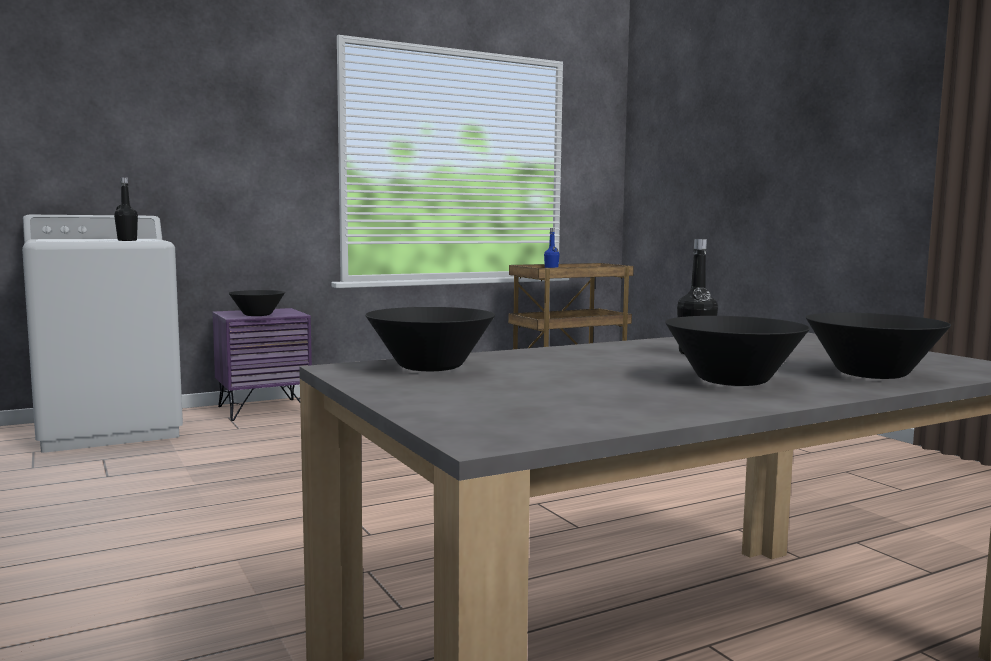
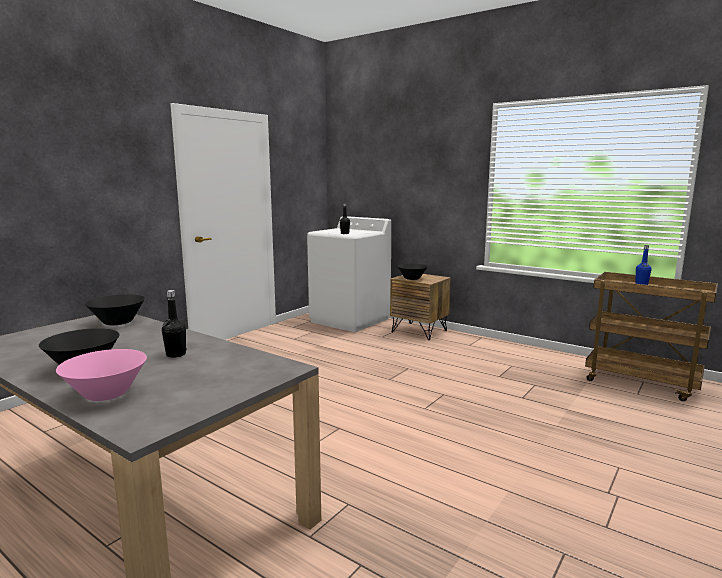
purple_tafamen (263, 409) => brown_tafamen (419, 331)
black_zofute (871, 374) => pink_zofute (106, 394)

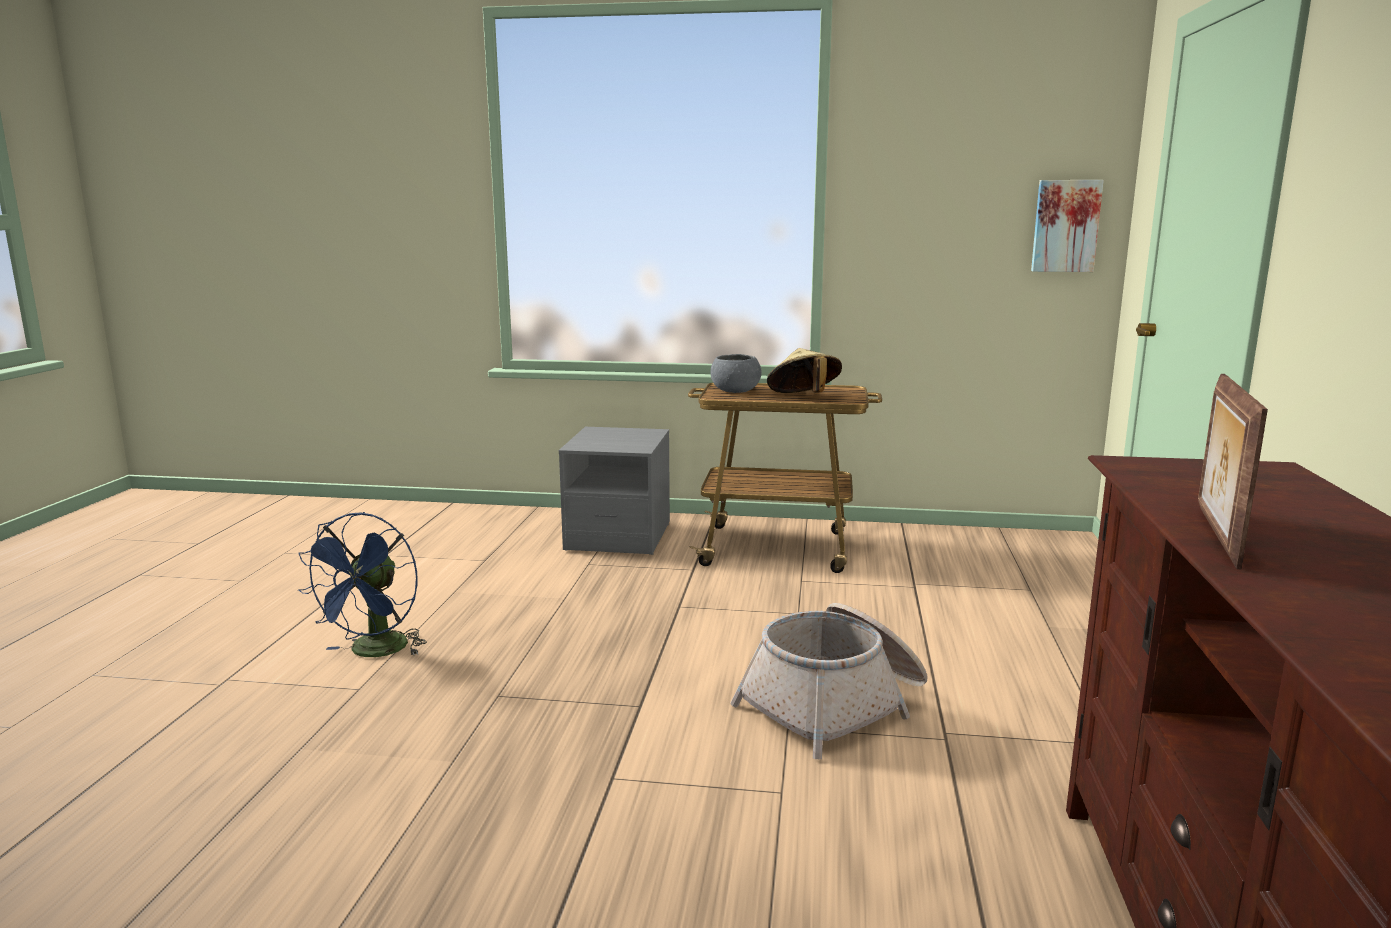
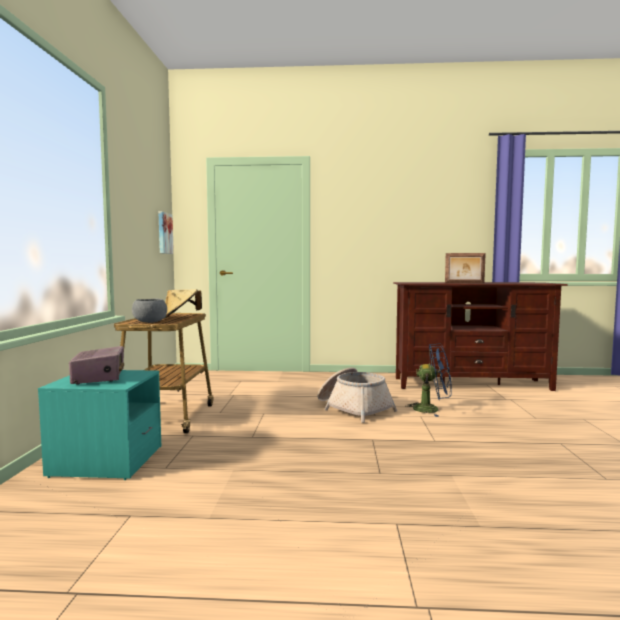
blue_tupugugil (374, 652) => blue_tupugugil (431, 409), moved
grey_tafamen (618, 537) => turquoise_tafamen (106, 461)
nothing => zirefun (99, 378)

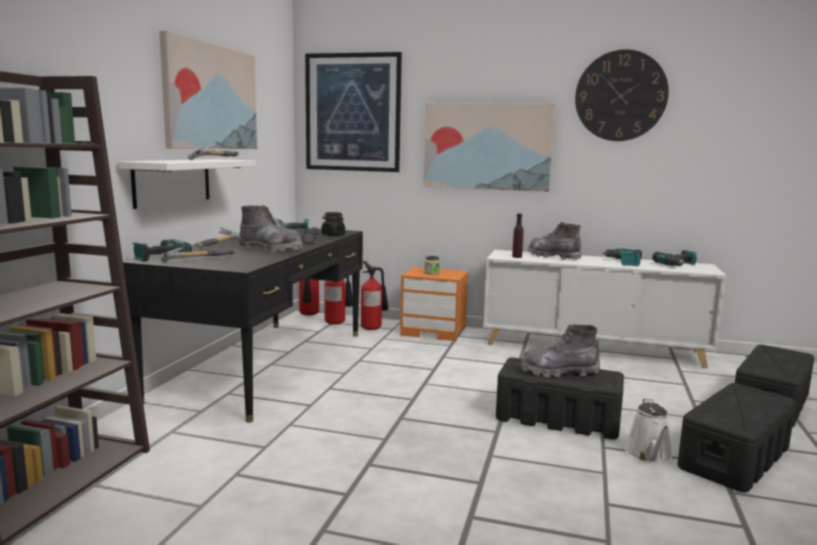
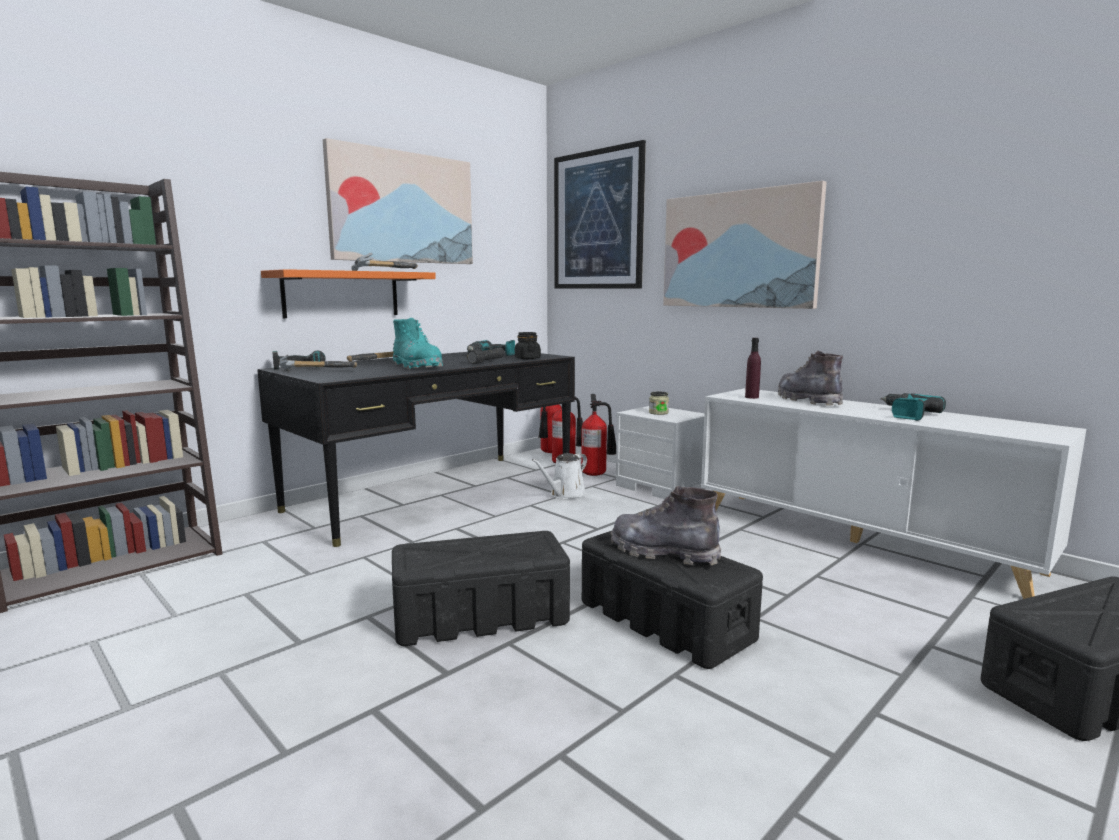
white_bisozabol (172, 182) => orange_bisozabol (342, 294)
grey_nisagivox (270, 249) => turquoise_nisagivox (417, 366)
orange_tafamen (434, 331) => white_tafamen (662, 487)
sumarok (620, 96) => nothing
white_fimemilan (649, 455) => white_fimemilan (565, 494), moved
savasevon (678, 265) => nothing
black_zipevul (734, 457) => black_zipevul (482, 616), moved

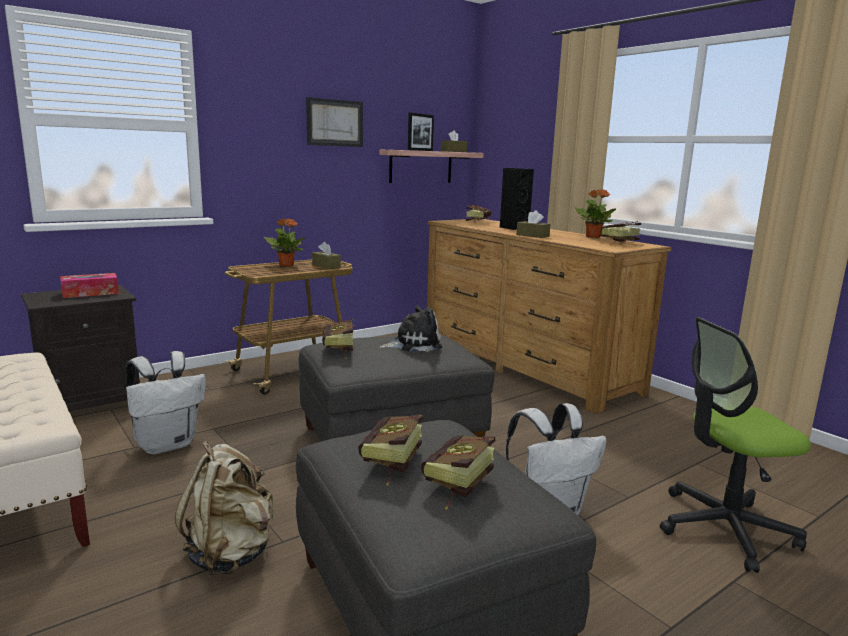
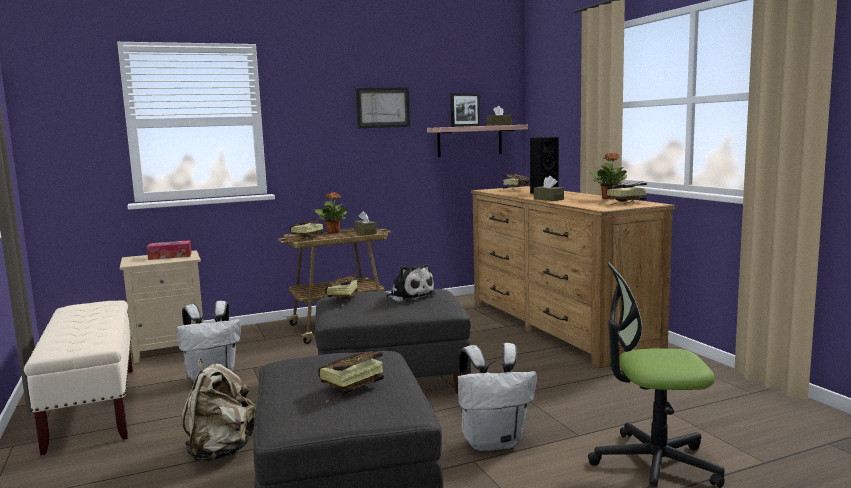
black_tafamen (92, 407) => beige_tafamen (171, 349)
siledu (389, 463) => siledu (305, 238), moved
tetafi (414, 344) => tetafi (409, 296), 45 degrees clockwise

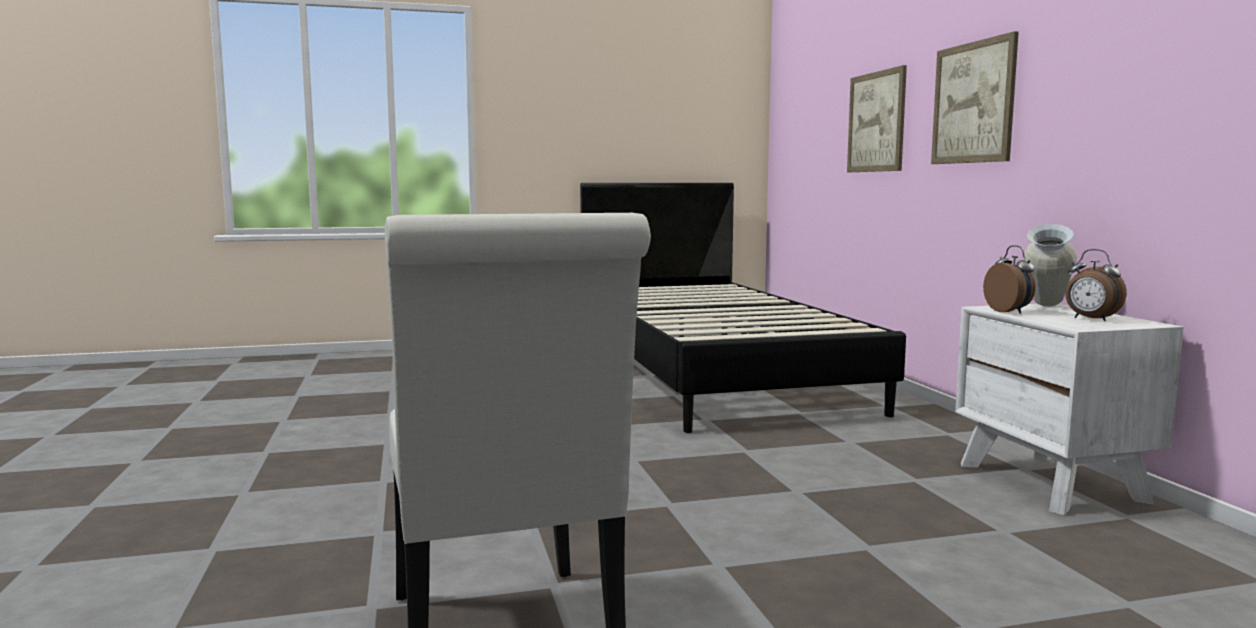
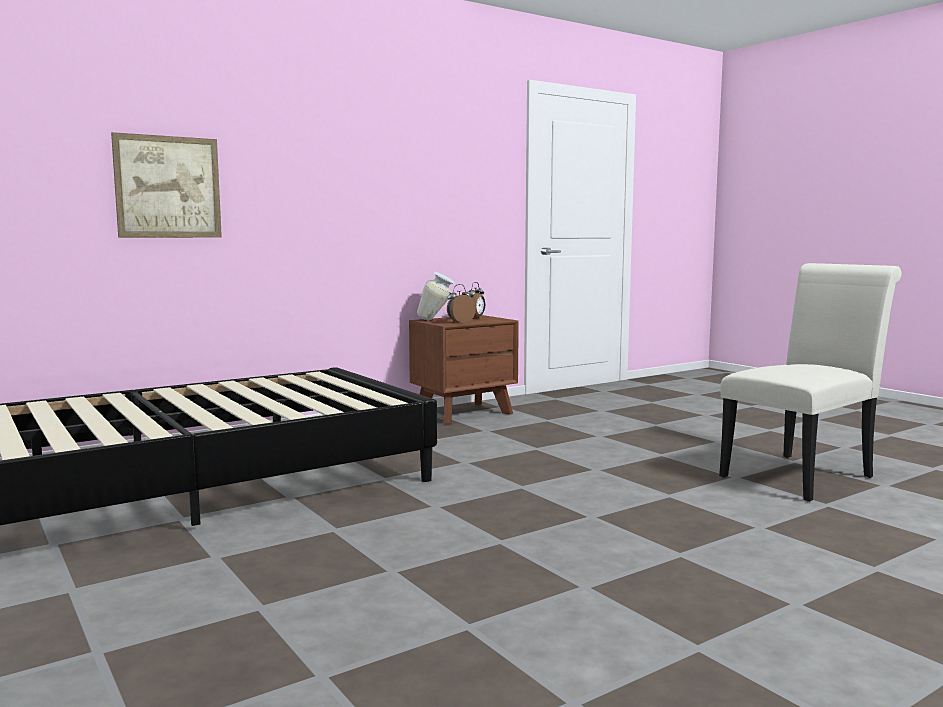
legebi (973, 103) => nothing
white_tafamen (1052, 482) => brown_tafamen (464, 413)

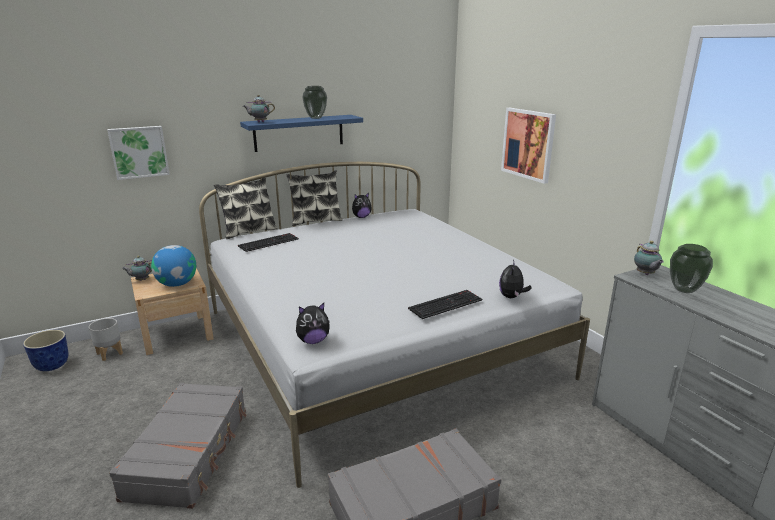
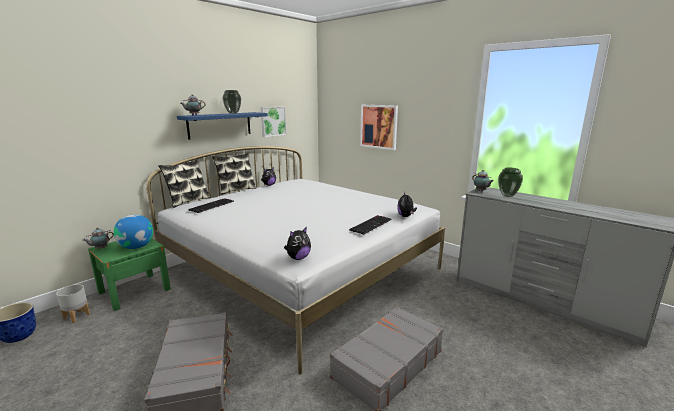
legebi (139, 152) => legebi (273, 121), moved
beige_tafamen (176, 334) => green_tafamen (134, 291)

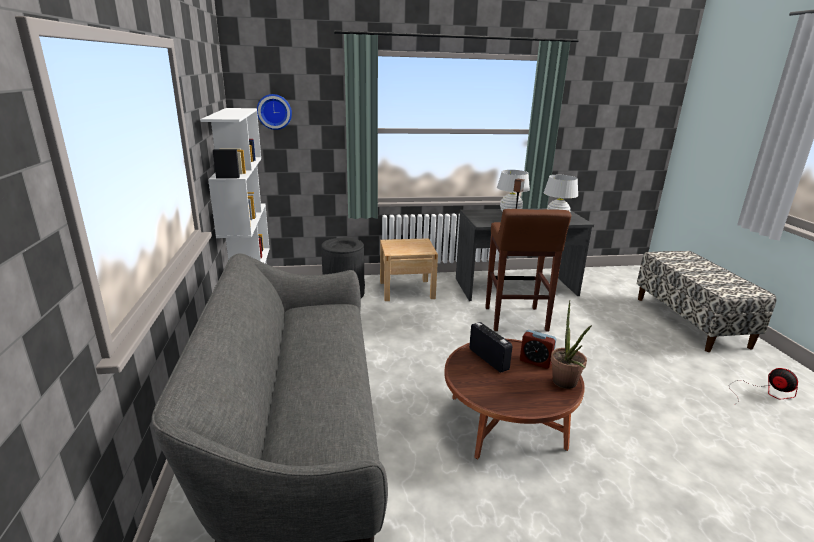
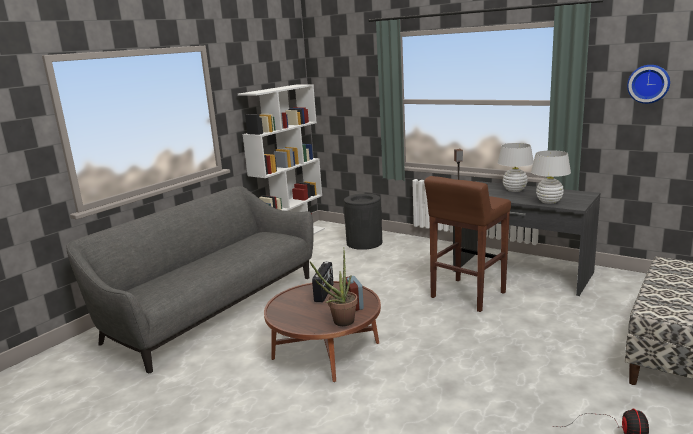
sumarok (274, 111) => sumarok (648, 83), moved
beige_tafamen (406, 290) => nothing

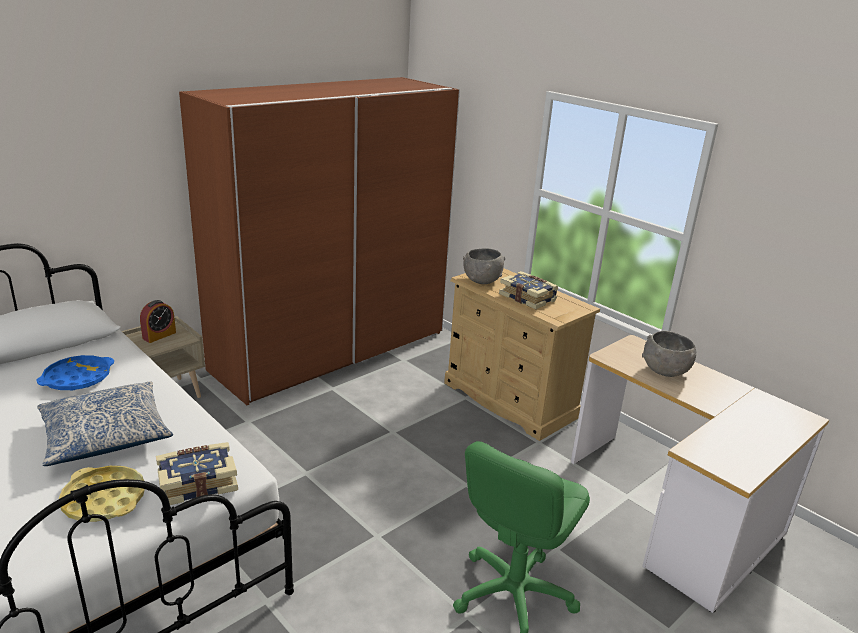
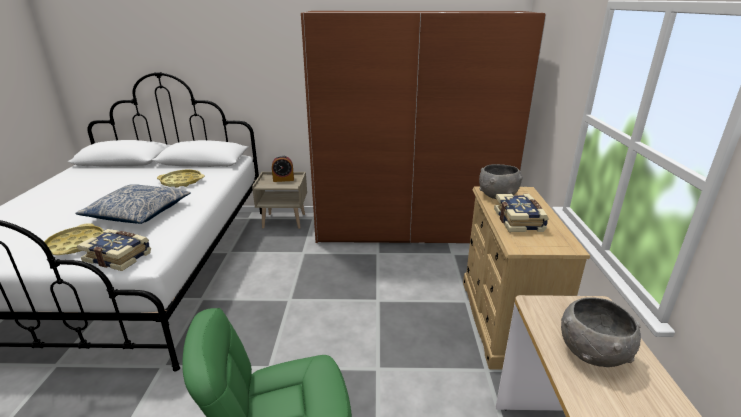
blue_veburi (77, 378) => yellow_veburi (181, 182)

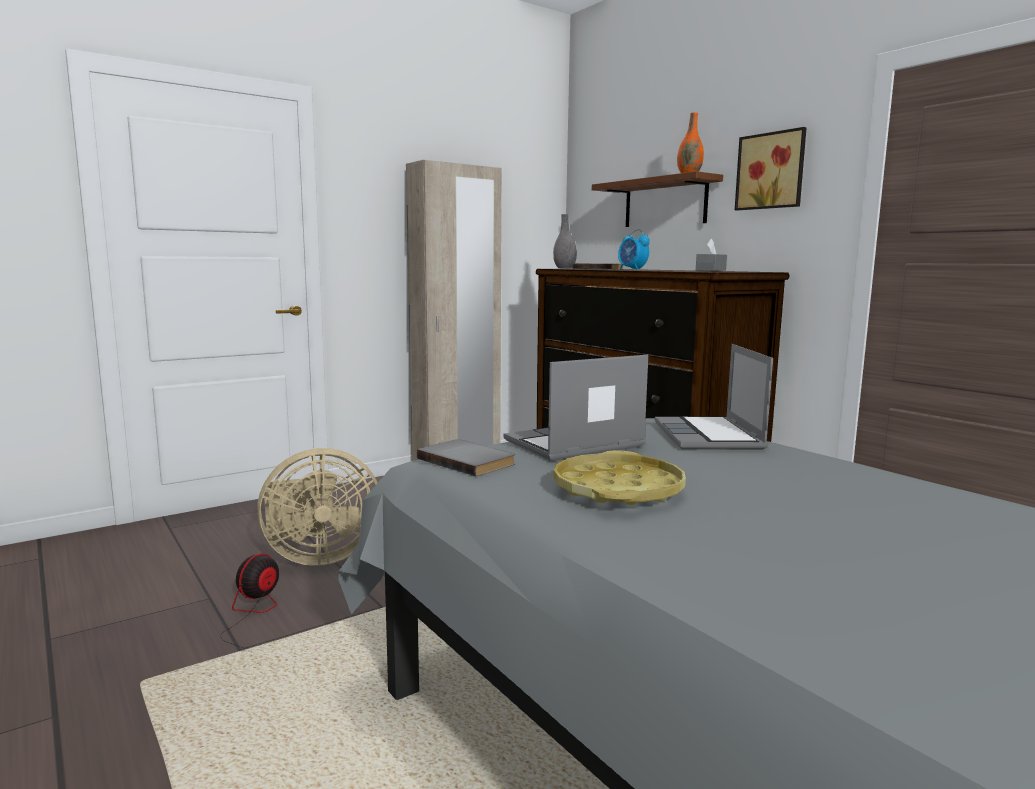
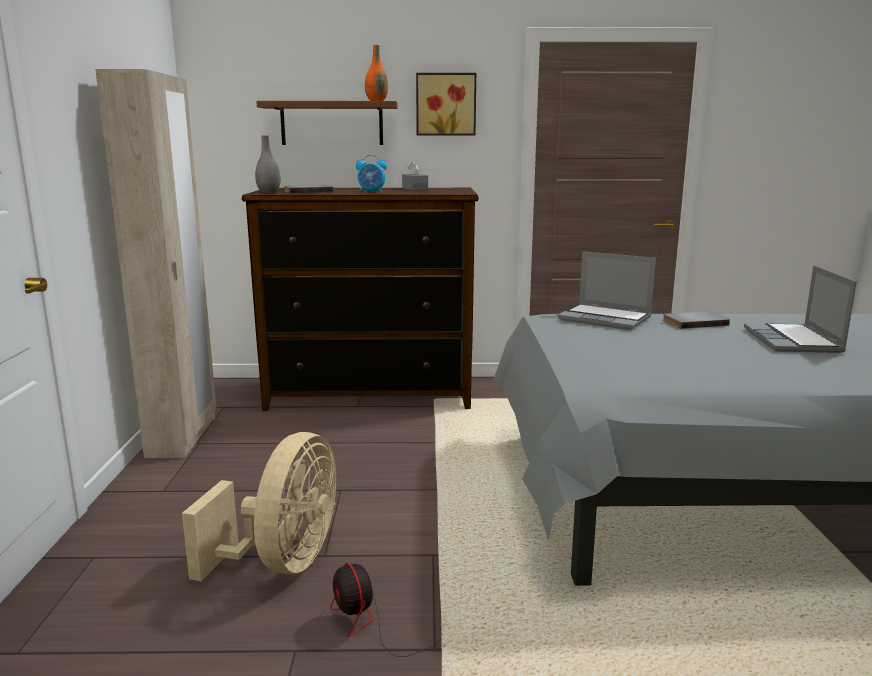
grey_siledu (468, 461) => grey_siledu (693, 322), moved
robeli (573, 445) => robeli (794, 341), moved
yellow_veburi (618, 490) => nothing

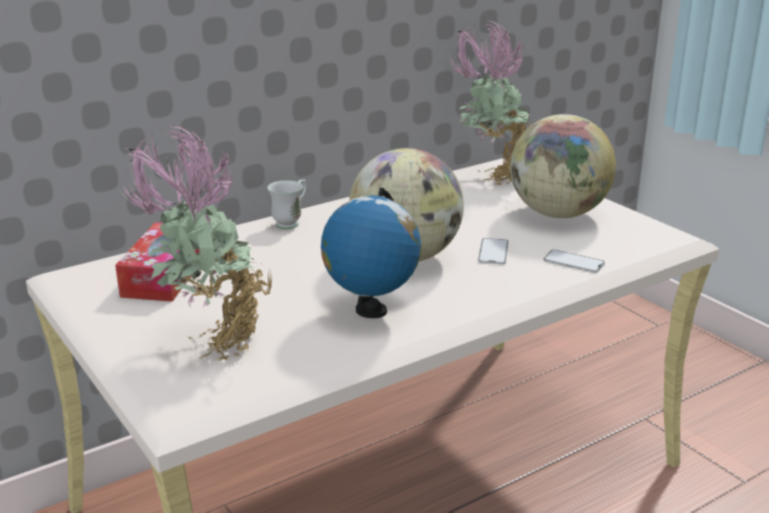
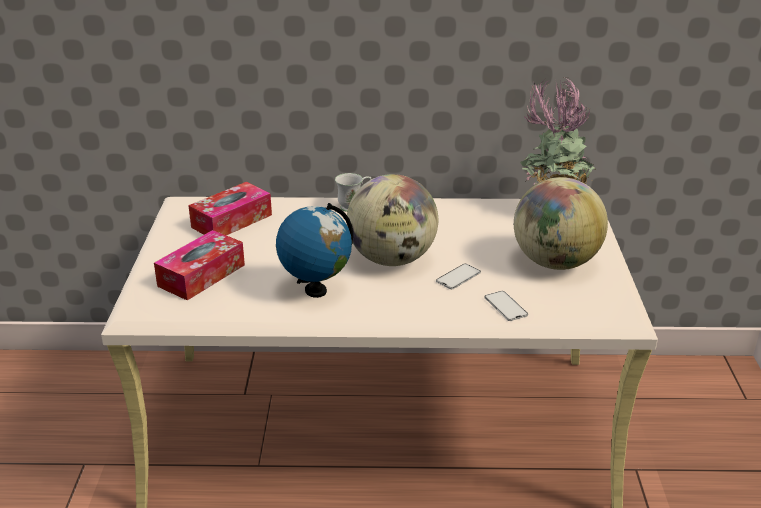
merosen (211, 341) => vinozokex (201, 275)

